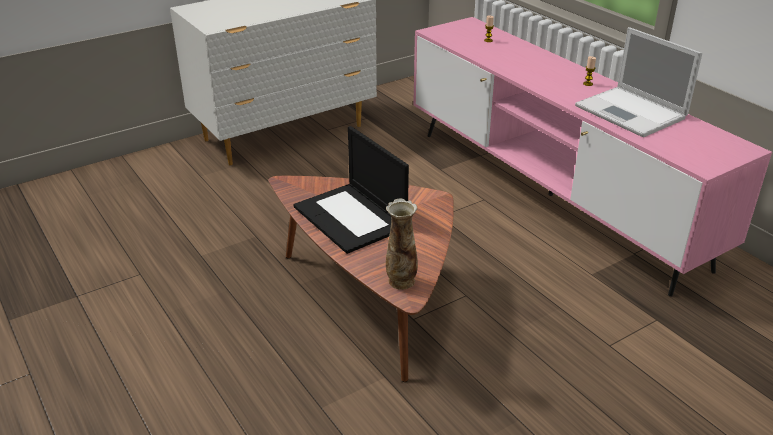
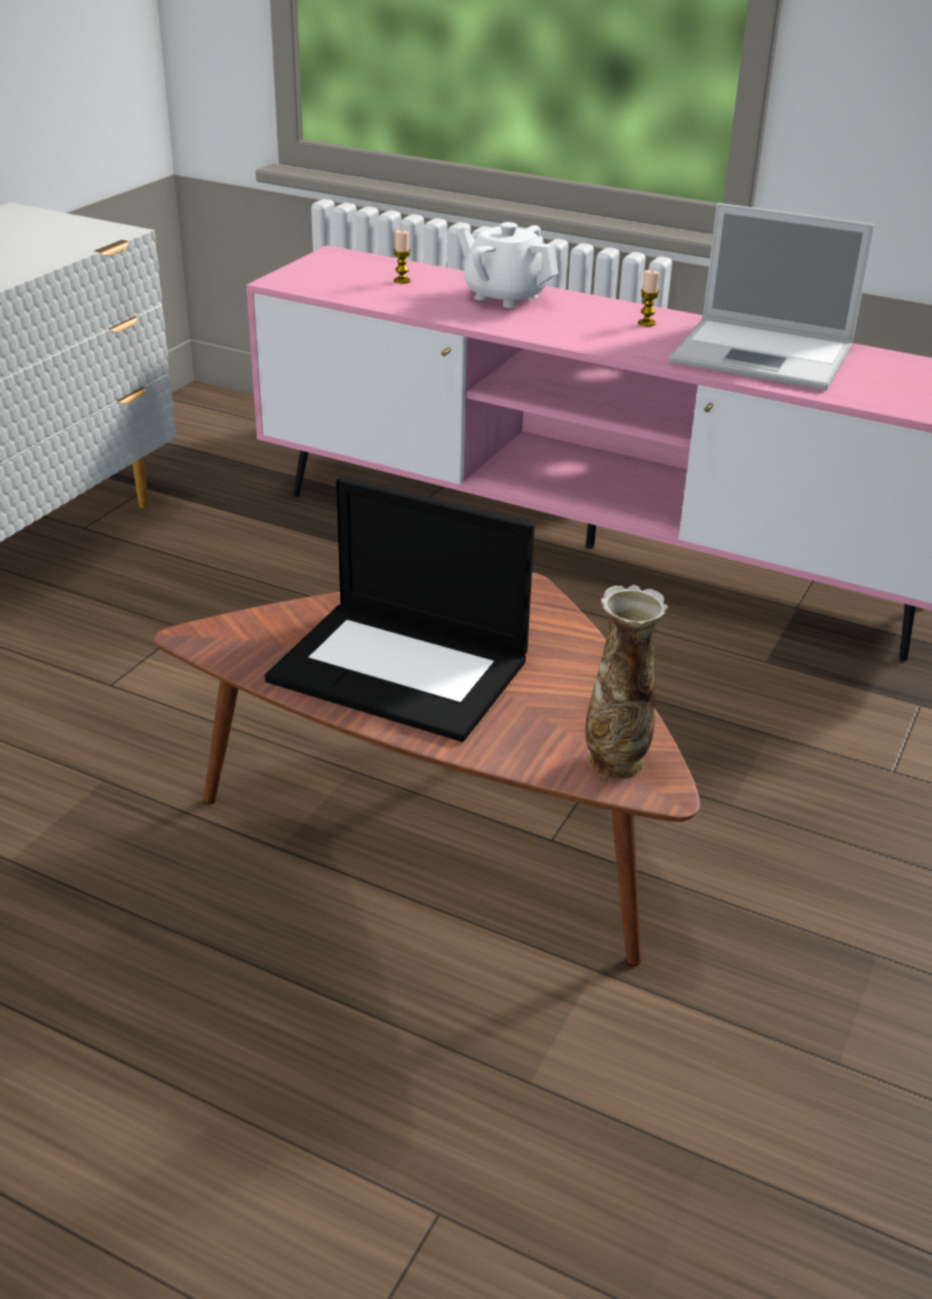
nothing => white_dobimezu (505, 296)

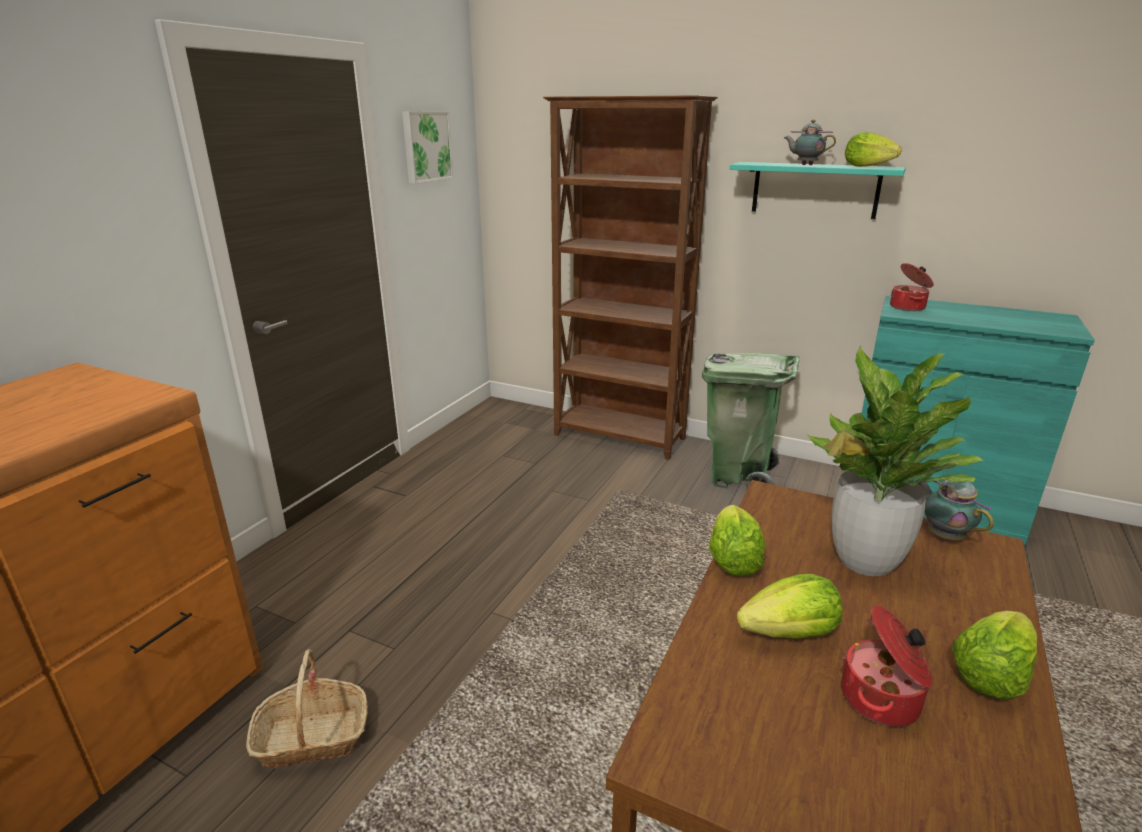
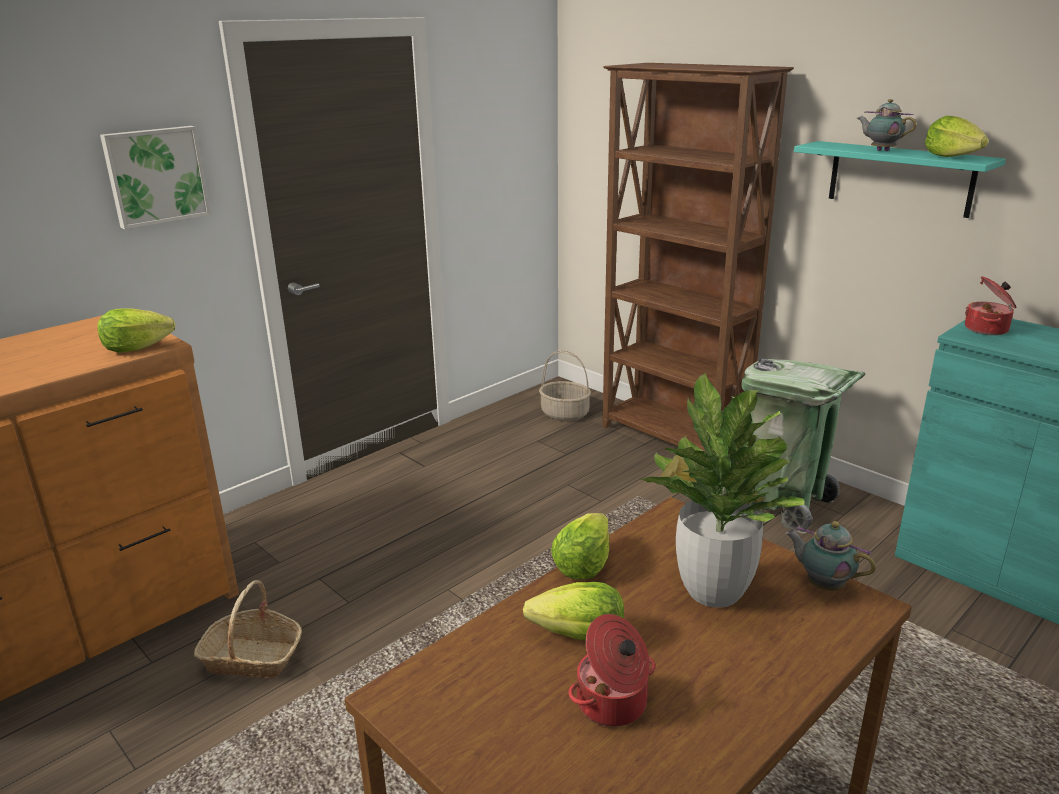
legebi (426, 146) => legebi (156, 176), moved
dobimezu (943, 535) => dobimezu (822, 584), 45 degrees counterclockwise
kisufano (989, 675) => kisufano (136, 348), moved
nothing => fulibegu (565, 414)

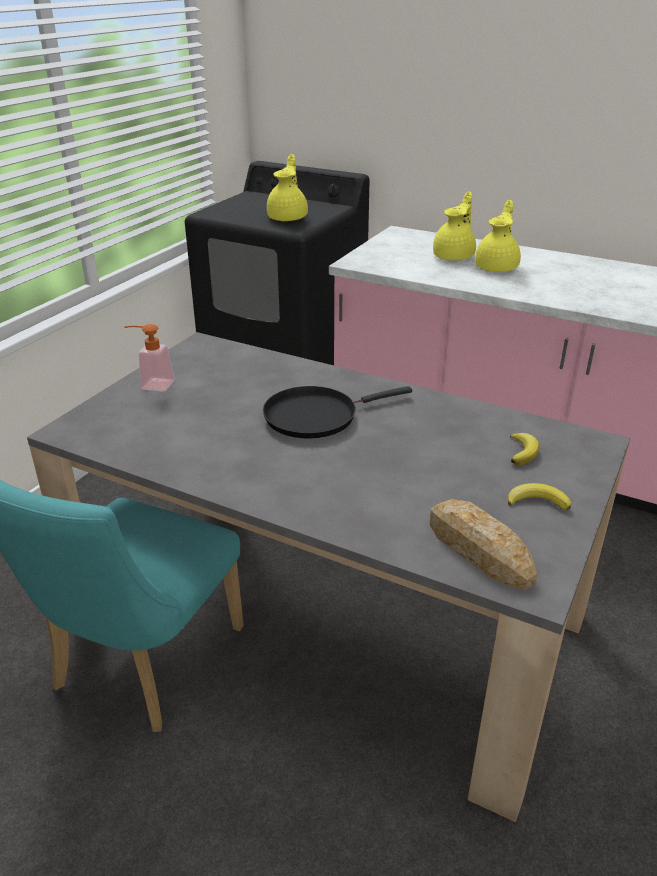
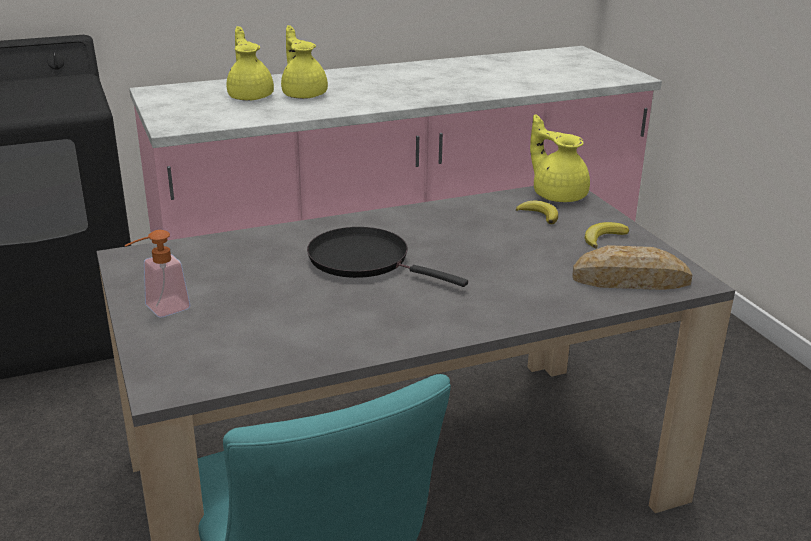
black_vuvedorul (316, 416) => black_vuvedorul (365, 260), 105 degrees clockwise
yellow_dobimezu (288, 218) => yellow_dobimezu (558, 195), moved

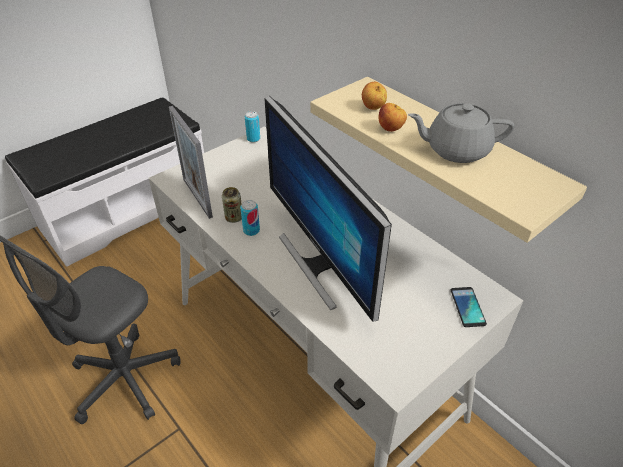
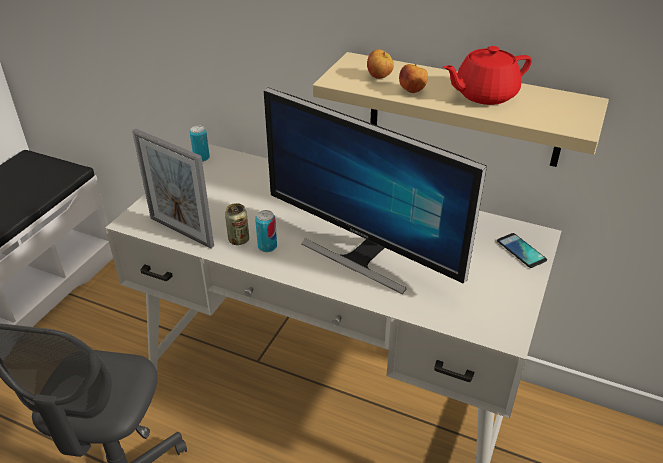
grey_dobimezu (456, 150) => red_dobimezu (484, 95)

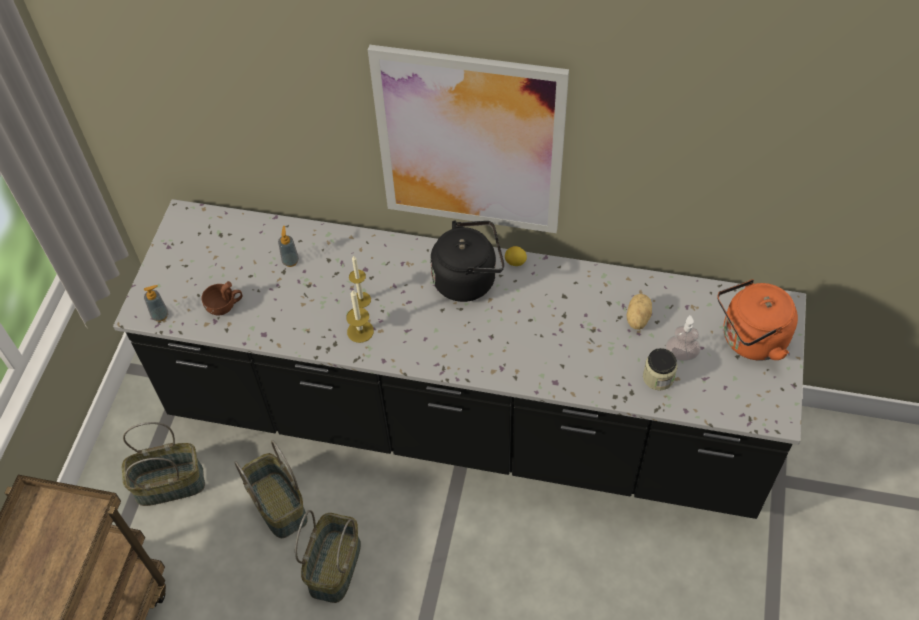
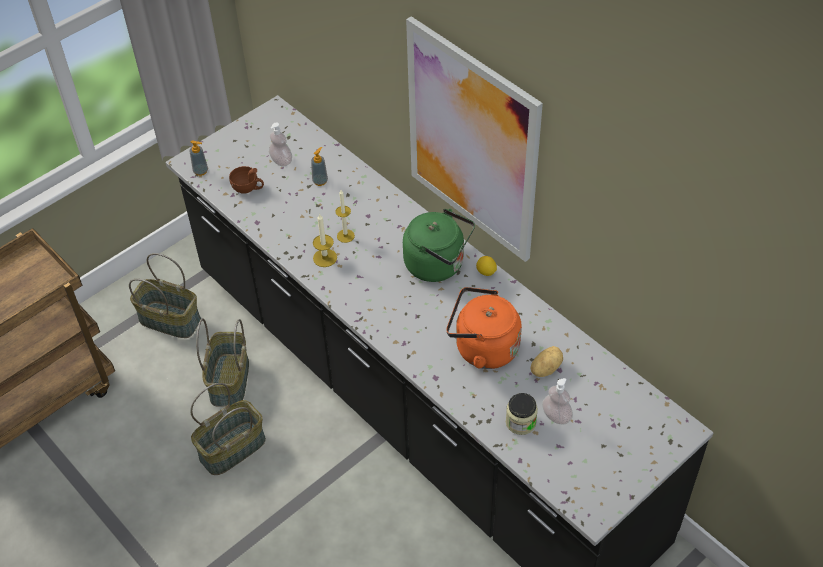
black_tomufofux (468, 279) => green_tomufofux (438, 264)
orange_tomufofux (750, 340) => orange_tomufofux (482, 348), moved
nothing => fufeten (281, 161)

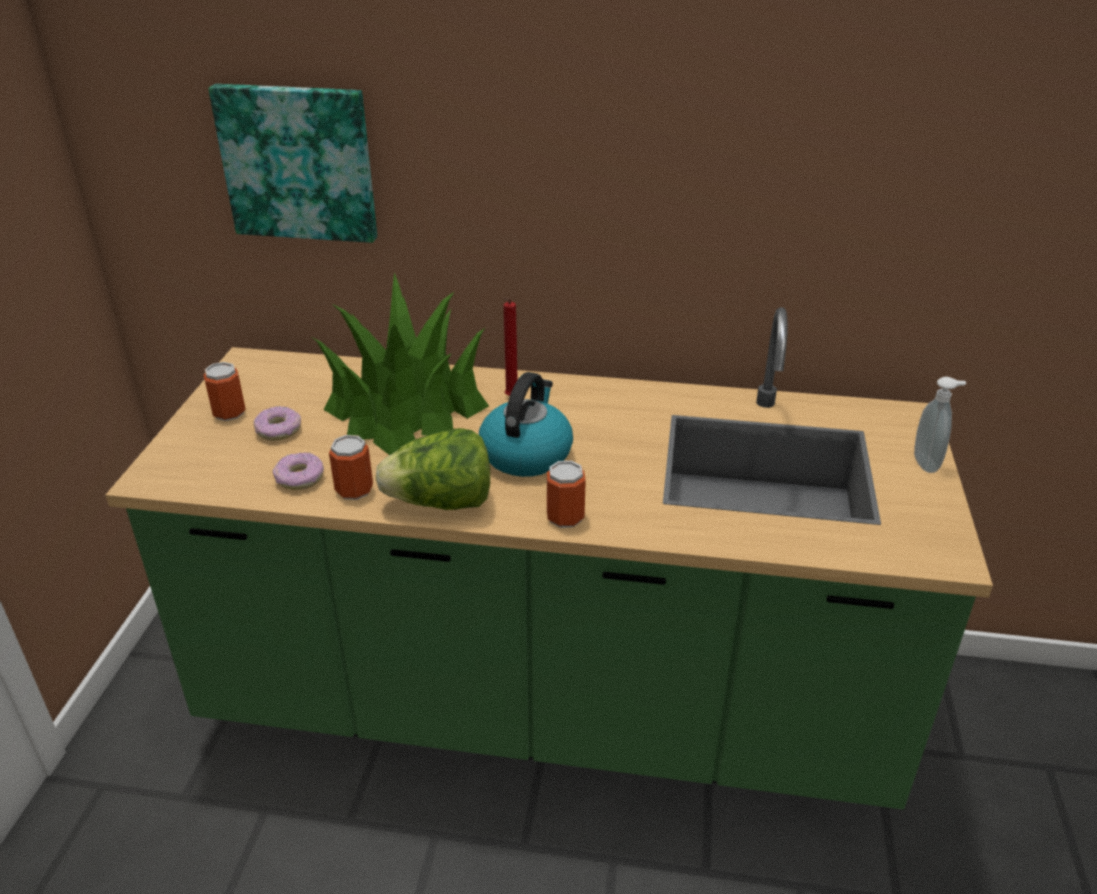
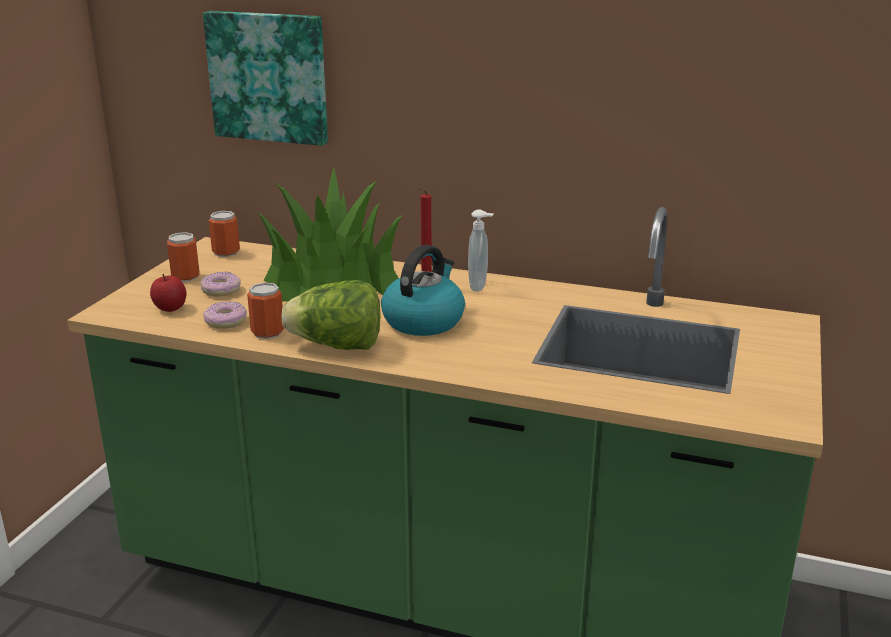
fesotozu (565, 517) => fesotozu (226, 252), moved
fufeten (927, 463) => fufeten (479, 287), moved
nothing => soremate (170, 308)

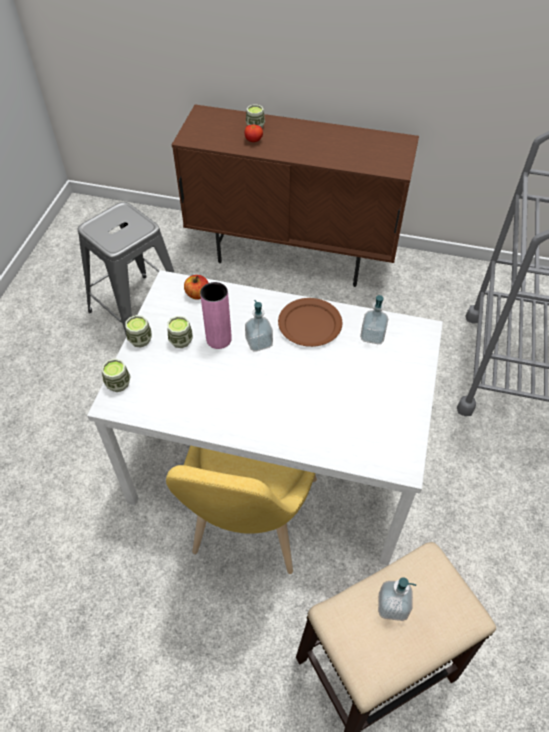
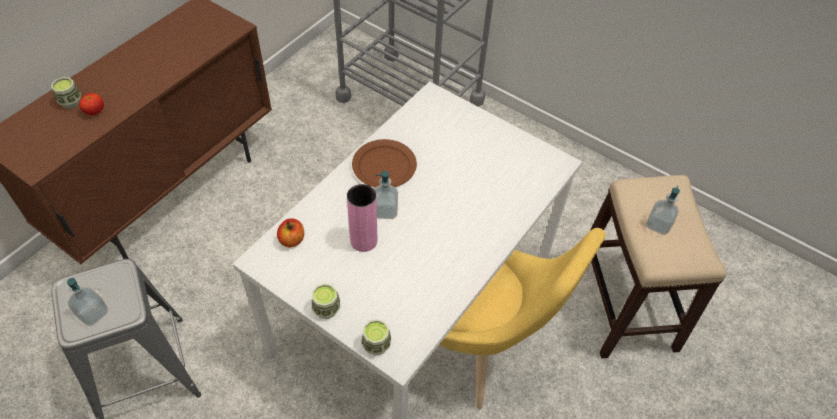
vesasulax (181, 340) => nothing
fufeten (372, 336) => fufeten (93, 313), moved

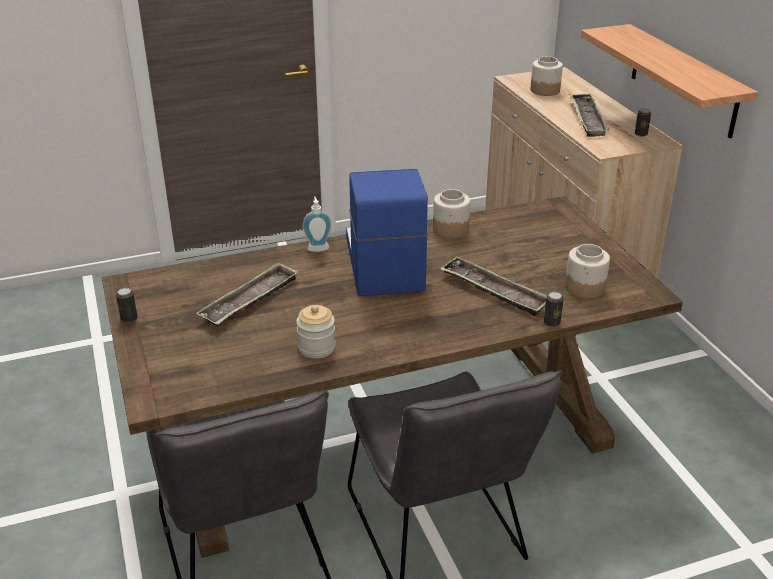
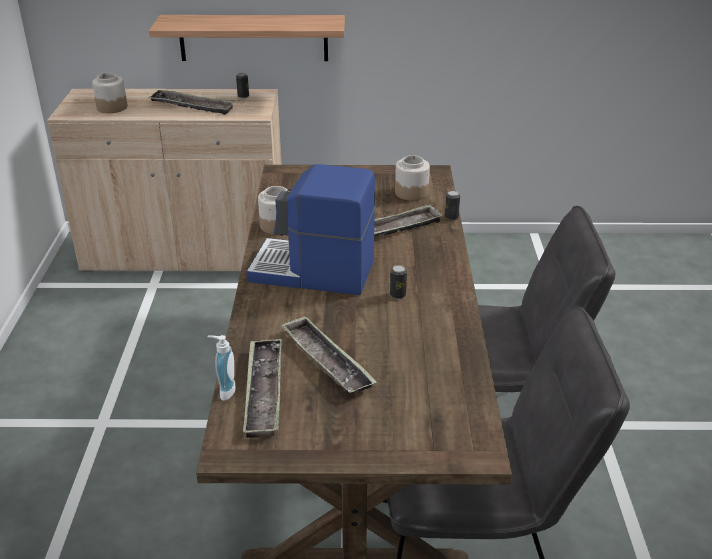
fesotozu (129, 318) => fesotozu (398, 295), moved
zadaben (316, 348) => nothing
fufeten (317, 247) => fufeten (224, 391), moved
nothing => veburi (264, 392)

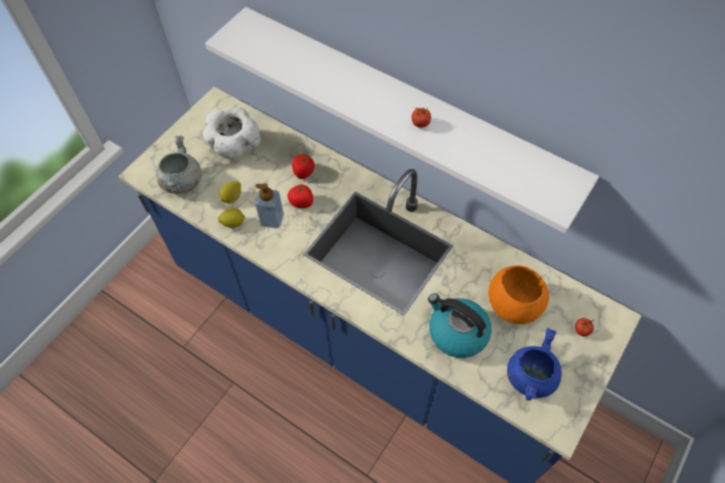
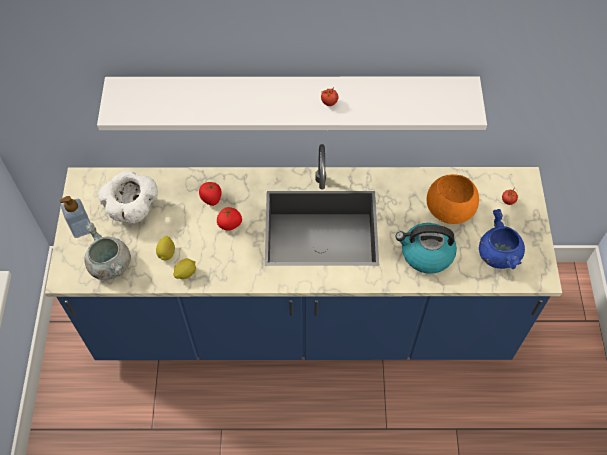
fufeten (272, 219) => fufeten (81, 228), moved

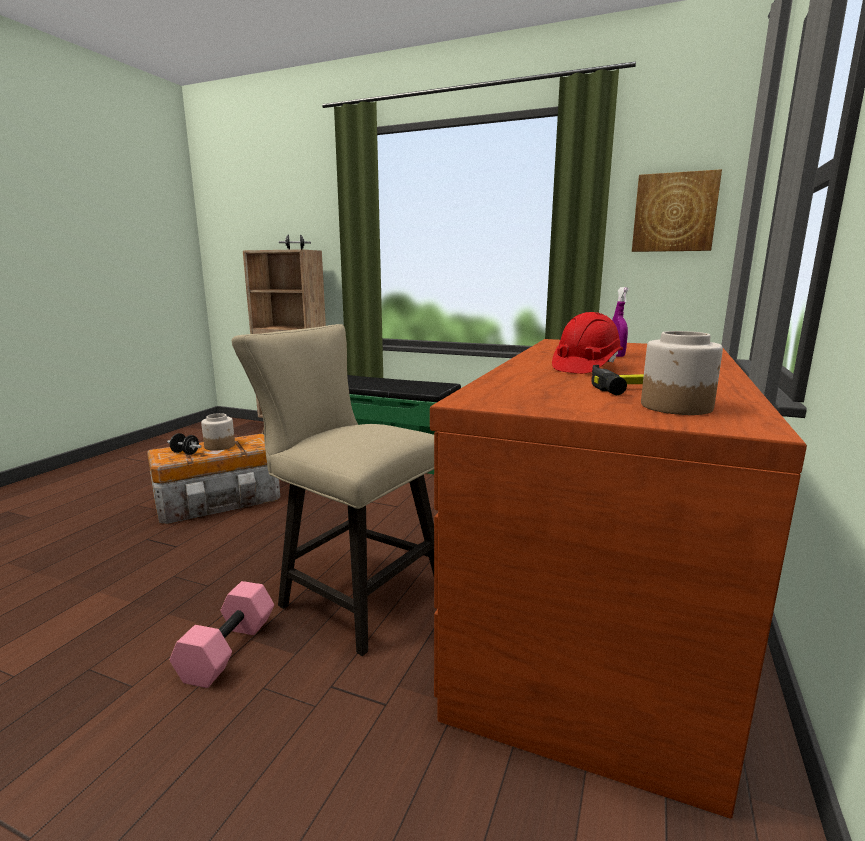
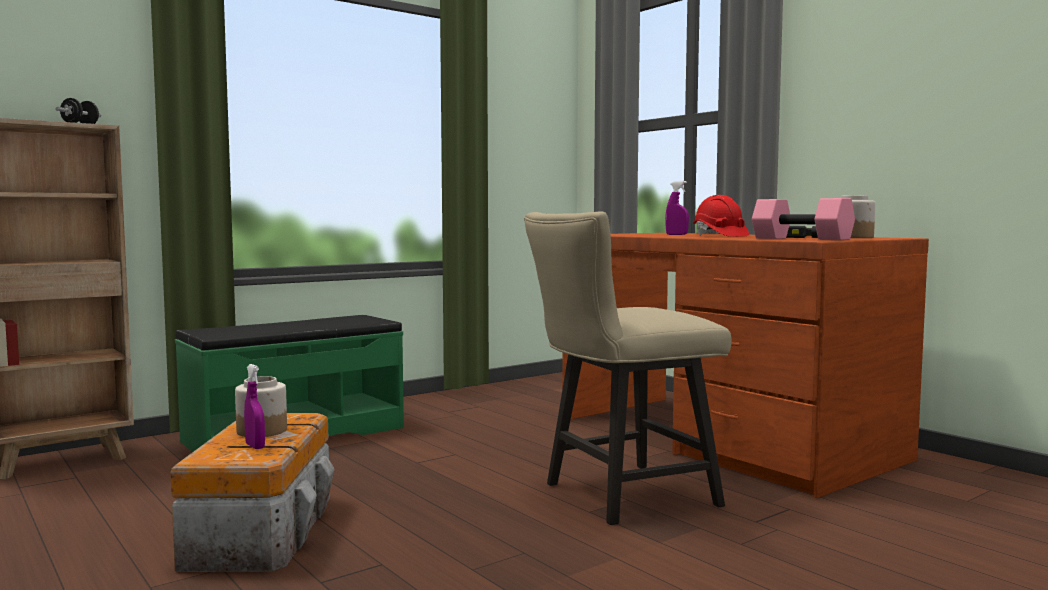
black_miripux (185, 453) => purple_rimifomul (255, 446)
pink_miripux (229, 650) => pink_miripux (803, 239), moved
legebi (674, 213) => nothing

